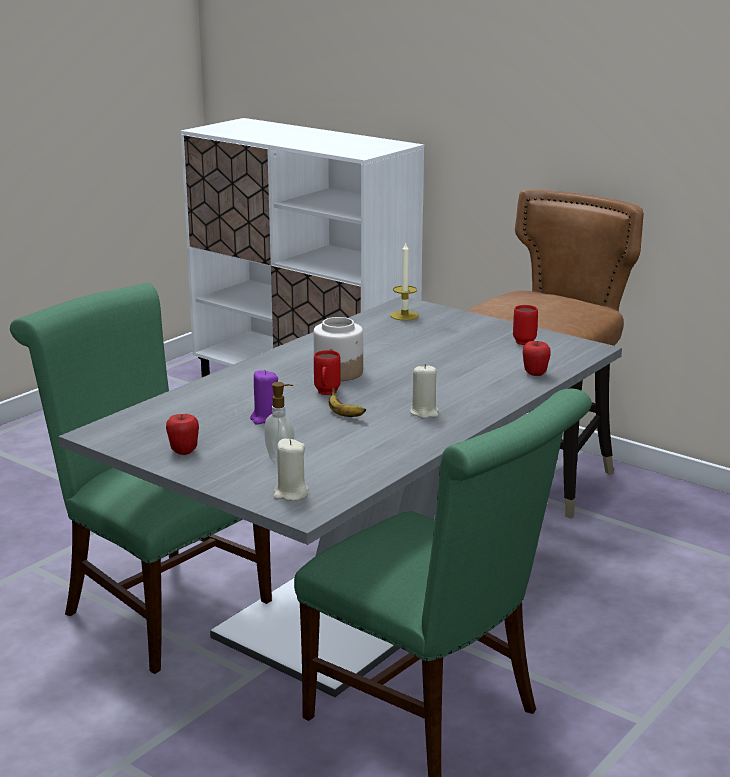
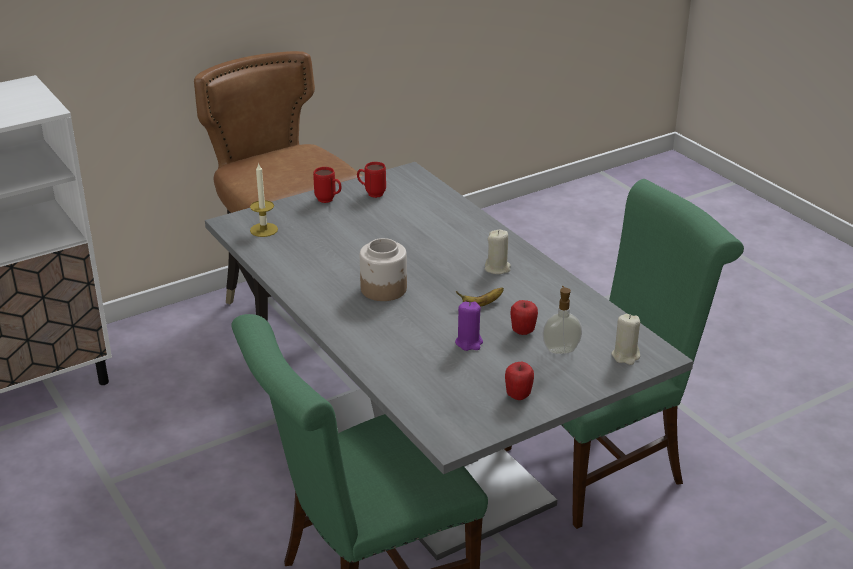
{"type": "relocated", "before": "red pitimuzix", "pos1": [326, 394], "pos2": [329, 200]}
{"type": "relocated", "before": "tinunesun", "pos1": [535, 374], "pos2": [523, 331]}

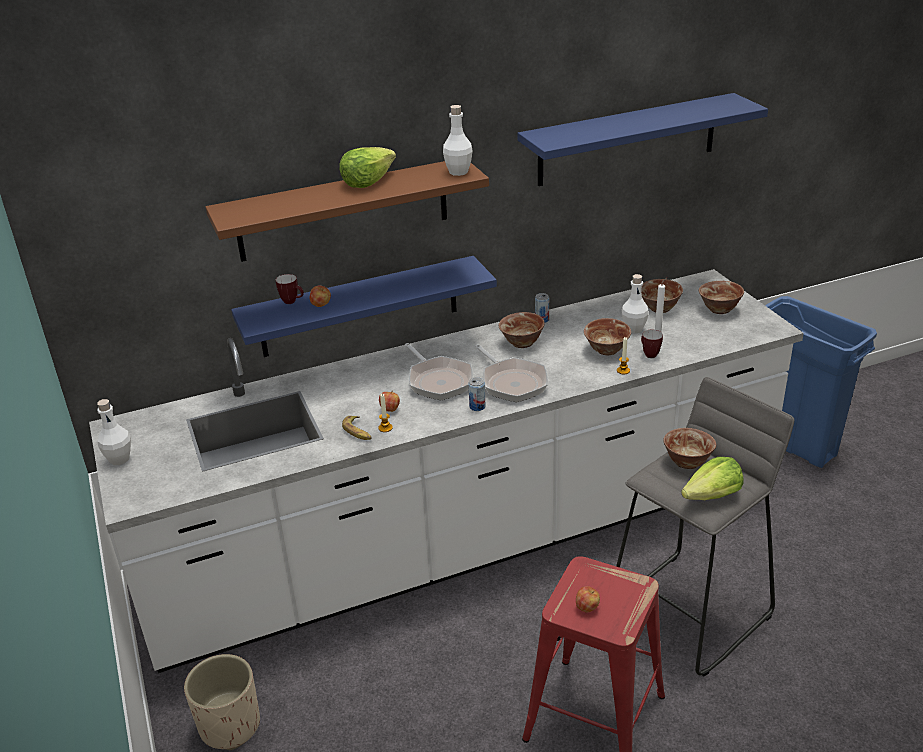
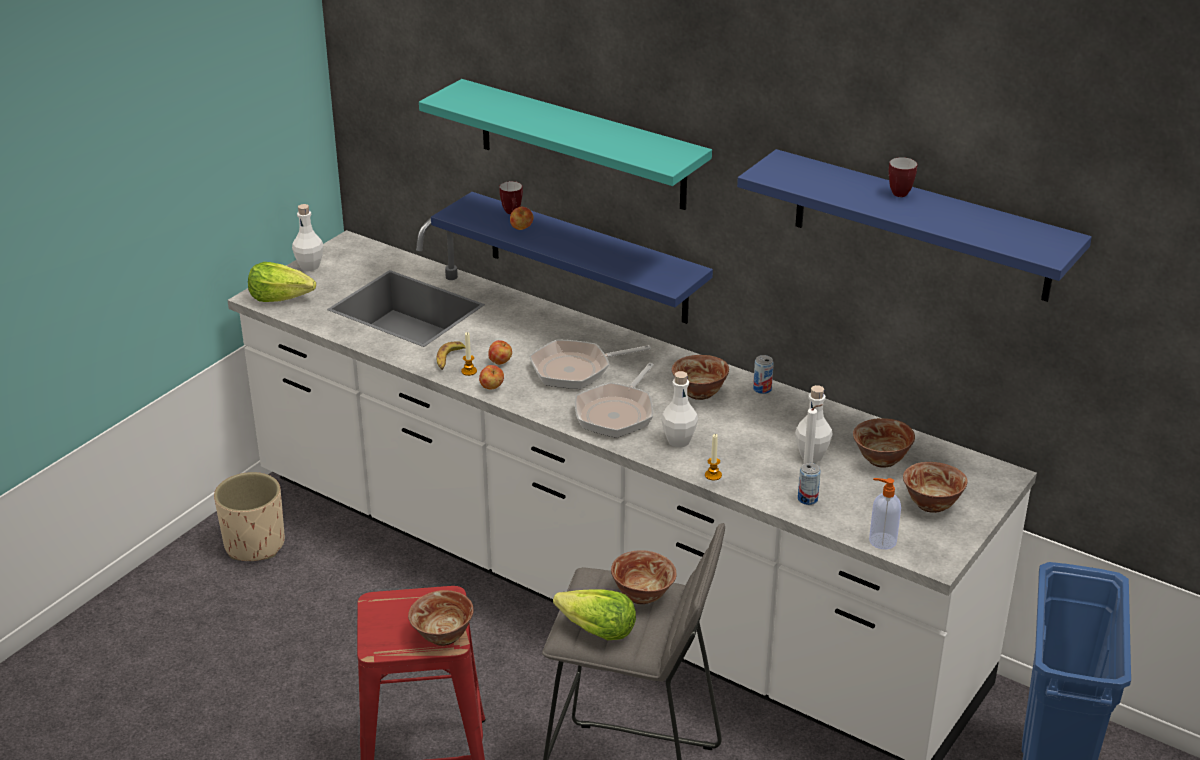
{"type": "colour", "before": "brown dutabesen", "after": "turquoise dutabesen", "pos1": [343, 210], "pos2": [581, 145]}
{"type": "relocated", "before": "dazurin", "pos1": [367, 181], "pos2": [281, 297]}
{"type": "spun", "before": "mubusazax", "pos1": [438, 380], "pos2": [576, 369], "turn": 45}
{"type": "relocated", "before": "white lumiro", "pos1": [458, 172], "pos2": [678, 441]}
{"type": "relocated", "before": "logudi", "pos1": [477, 407], "pos2": [807, 499]}
{"type": "relocated", "before": "tinunesun", "pos1": [587, 607], "pos2": [492, 387]}
{"type": "relocated", "before": "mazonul", "pos1": [606, 350], "pos2": [443, 636]}
{"type": "relocated", "before": "pitimuzix", "pos1": [648, 354], "pos2": [901, 192]}
{"type": "appeared", "after": "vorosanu", "pos2": [881, 541]}

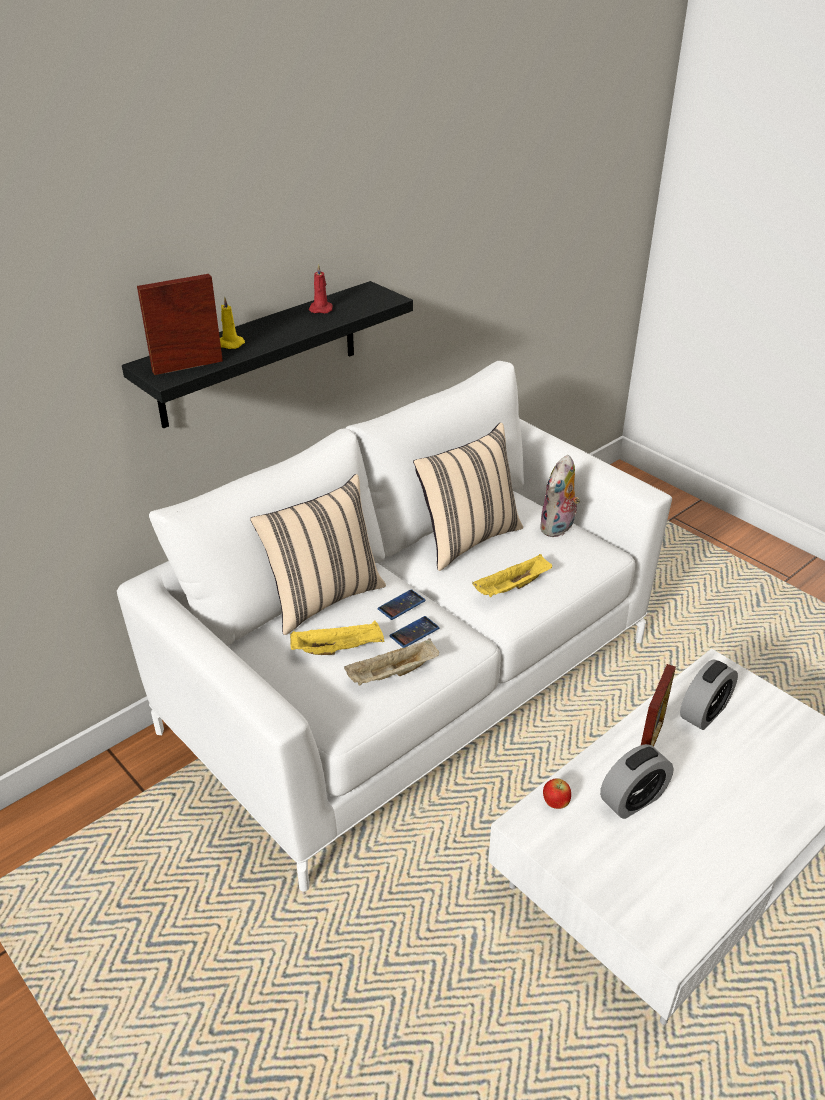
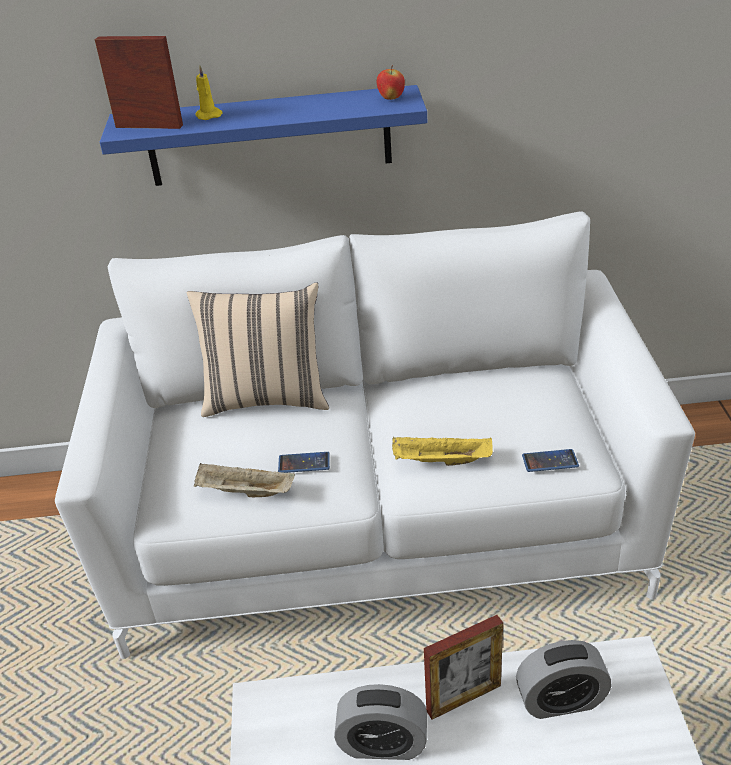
{"type": "colour", "before": "black dutabesen", "after": "blue dutabesen", "pos1": [259, 354], "pos2": [269, 137]}
{"type": "missing", "before": "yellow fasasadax", "pos1": [339, 649]}
{"type": "missing", "before": "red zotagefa", "pos1": [321, 309]}
{"type": "relocated", "before": "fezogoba", "pos1": [401, 605], "pos2": [550, 461]}
{"type": "missing", "before": "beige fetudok", "pos1": [467, 539]}
{"type": "missing", "before": "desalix", "pos1": [558, 529]}
{"type": "relocated", "before": "tinunesun", "pos1": [555, 803], "pos2": [391, 99]}

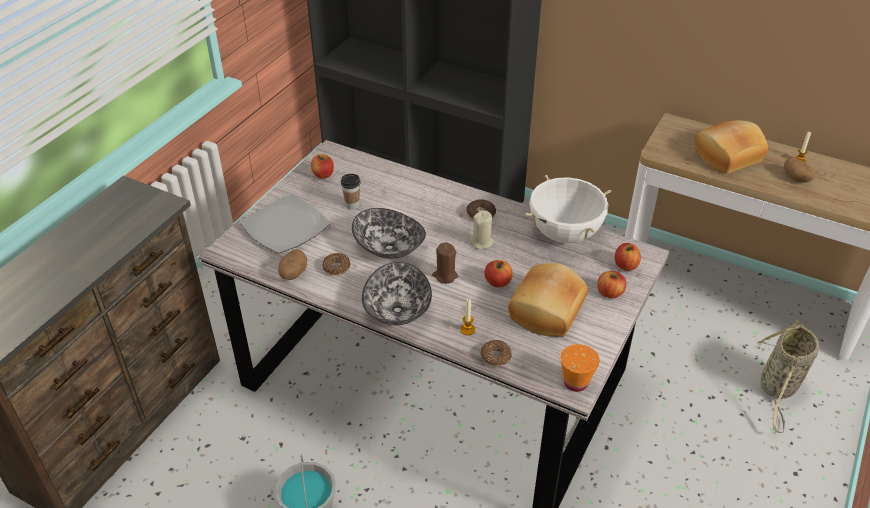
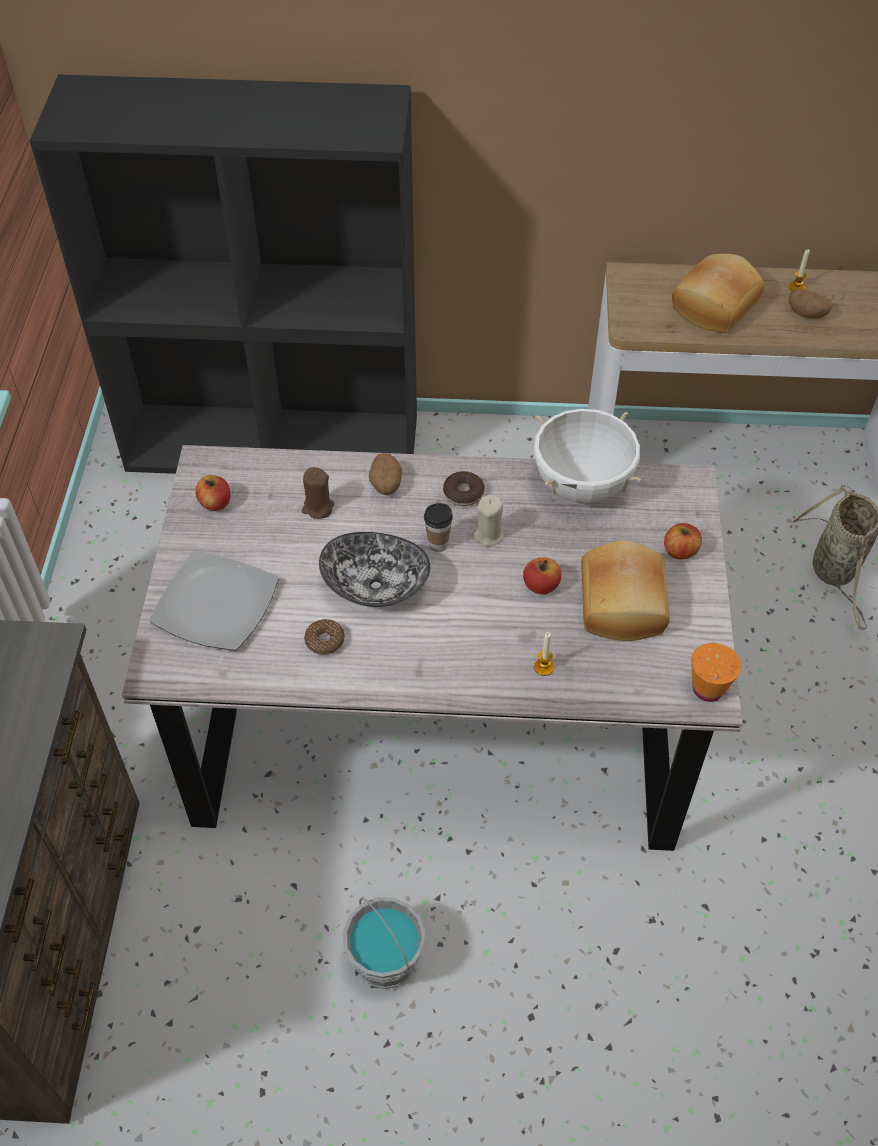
{"type": "relocated", "before": "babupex", "pos1": [293, 274], "pos2": [386, 485]}
{"type": "relocated", "before": "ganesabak", "pos1": [352, 205], "pos2": [438, 544]}
{"type": "missing", "before": "mazonul", "pos1": [398, 310]}
{"type": "relocated", "before": "brown zotagefa", "pos1": [445, 275], "pos2": [318, 508]}
{"type": "missing", "before": "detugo", "pos1": [495, 356]}
{"type": "missing", "before": "tinunesun", "pos1": [625, 265]}

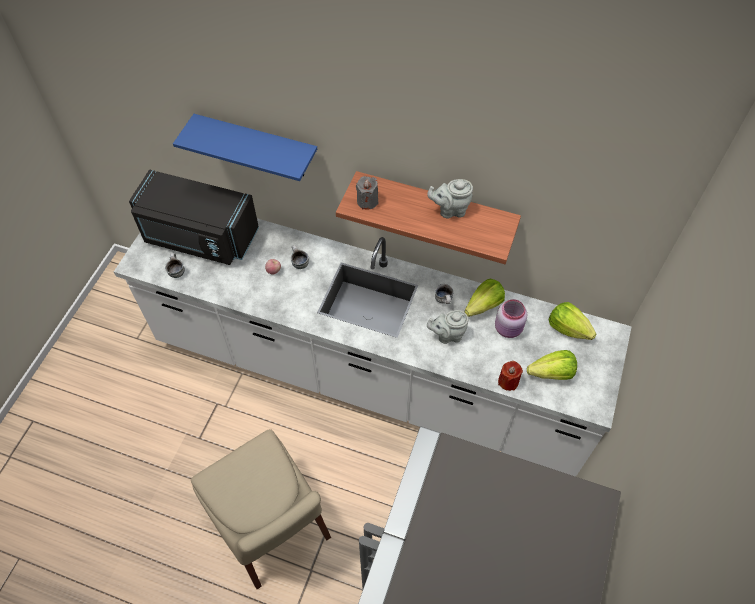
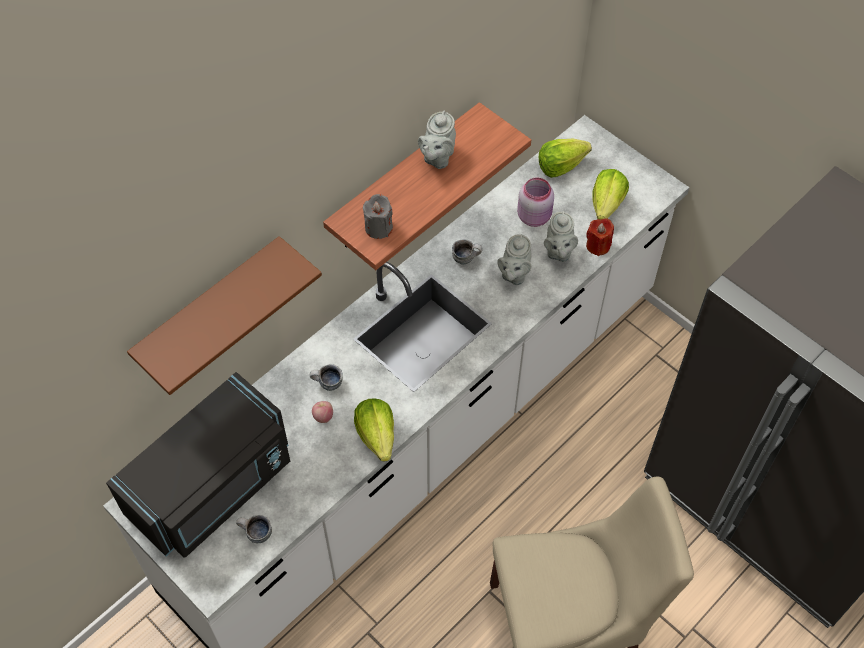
{"type": "colour", "before": "blue dutabesen", "after": "brown dutabesen", "pos1": [257, 146], "pos2": [210, 310]}
{"type": "relocated", "before": "dazurin", "pos1": [483, 306], "pos2": [377, 436]}
{"type": "appeared", "after": "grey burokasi", "pos2": [558, 252]}

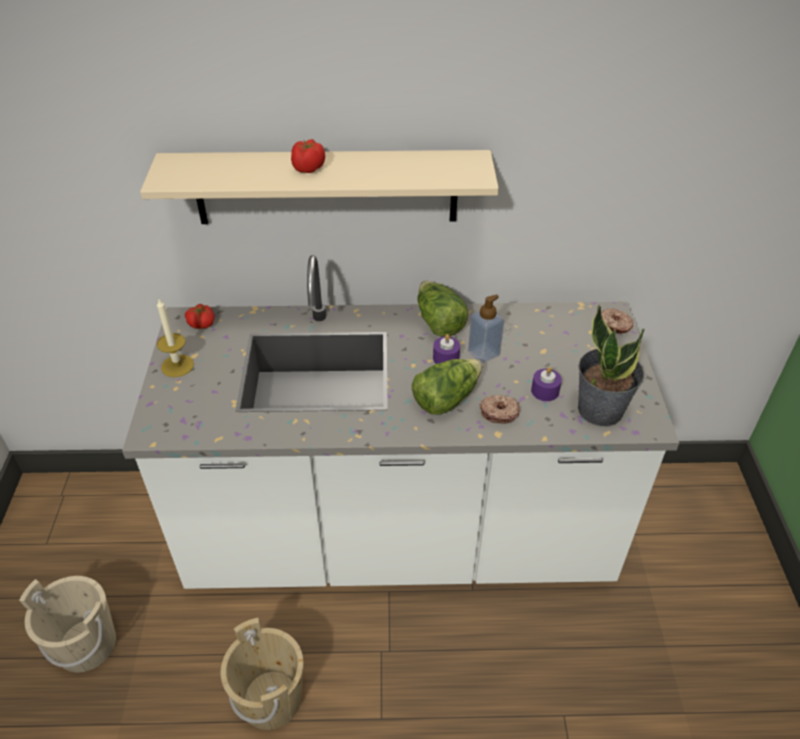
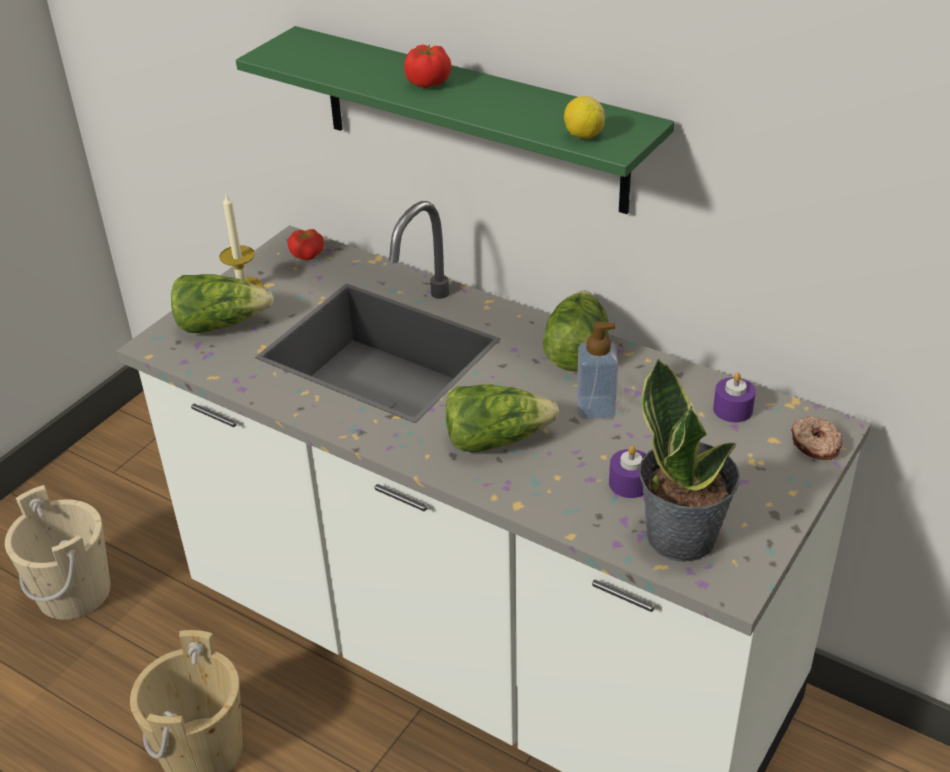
{"type": "colour", "before": "beige dutabesen", "after": "green dutabesen", "pos1": [326, 187], "pos2": [471, 119]}
{"type": "relocated", "before": "purple zotagefa", "pos1": [446, 358], "pos2": [732, 409]}
{"type": "missing", "before": "detugo", "pos1": [499, 412]}
{"type": "appeared", "after": "dazurin", "pos2": [221, 324]}
{"type": "appeared", "after": "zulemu", "pos2": [583, 135]}

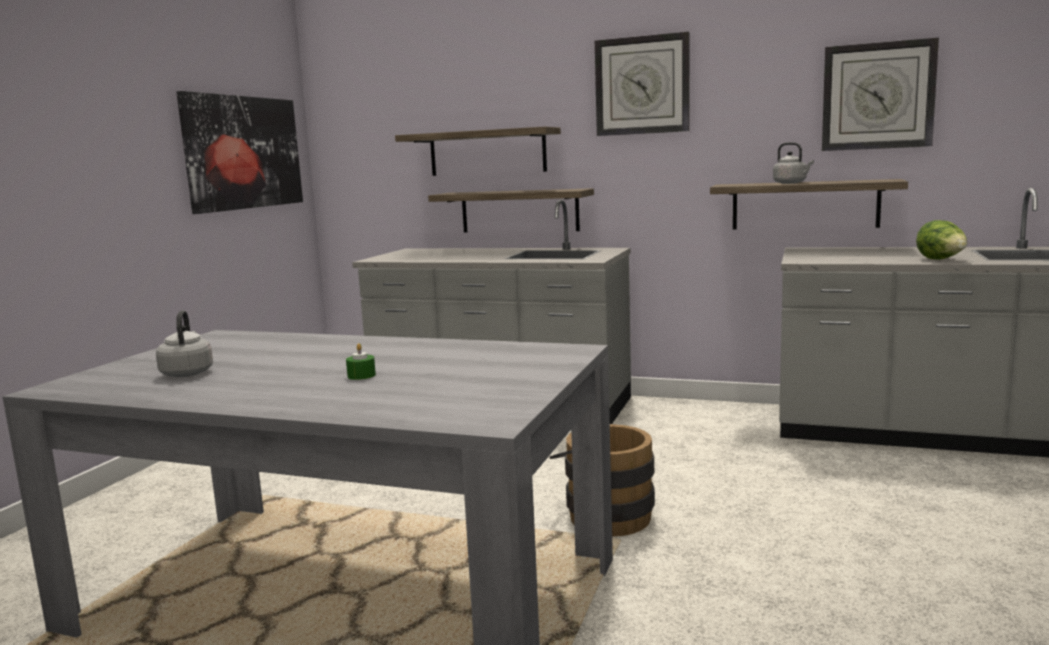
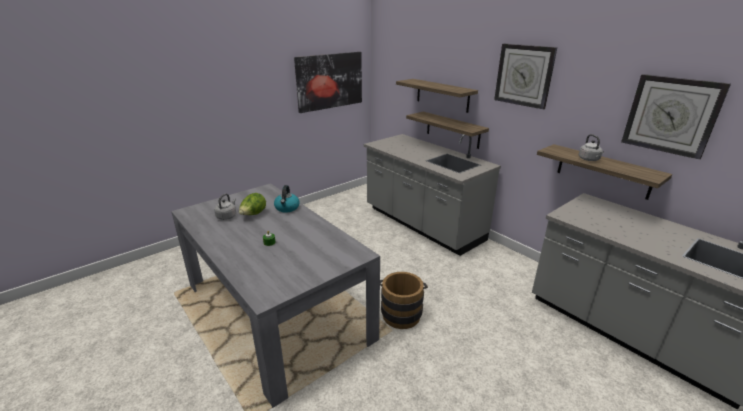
{"type": "relocated", "before": "dazurin", "pos1": [941, 260], "pos2": [253, 215]}
{"type": "appeared", "after": "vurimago", "pos2": [287, 208]}

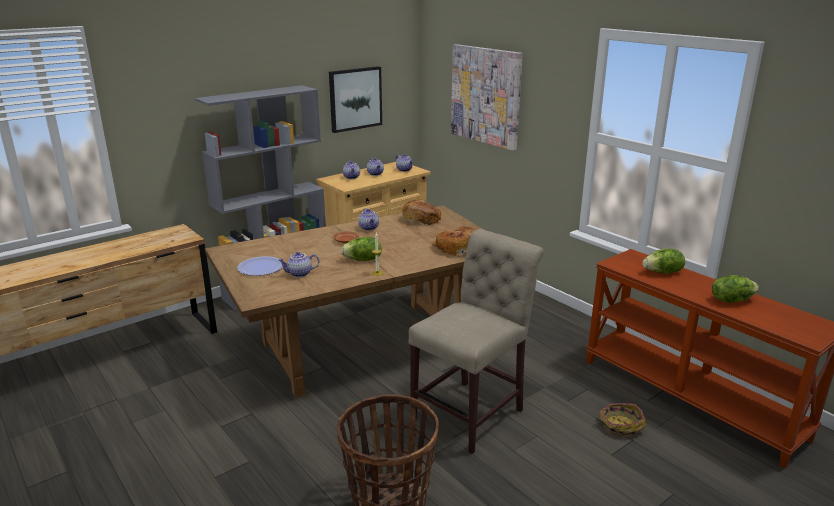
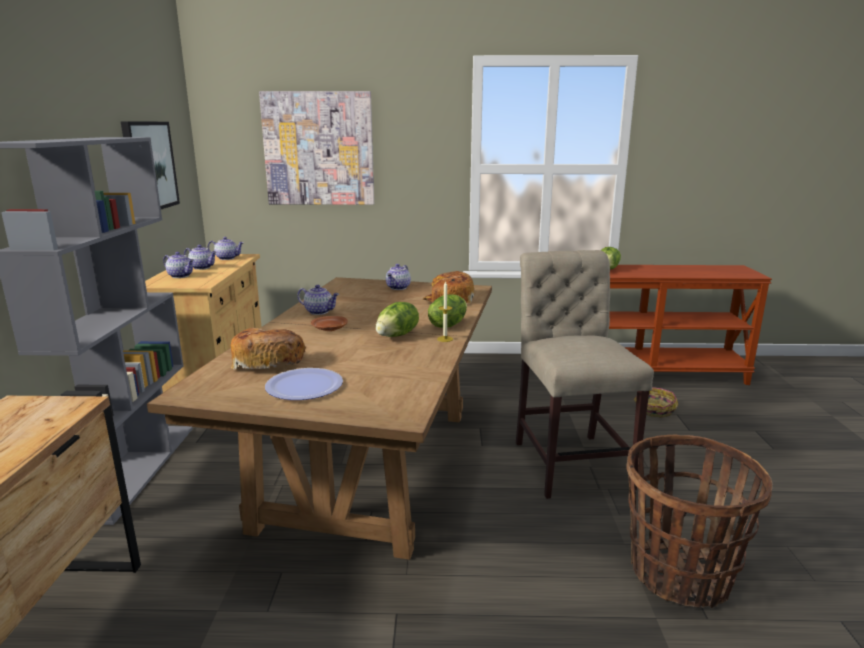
{"type": "relocated", "before": "burokasi", "pos1": [299, 274], "pos2": [398, 288]}
{"type": "relocated", "before": "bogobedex", "pos1": [422, 219], "pos2": [267, 361]}
{"type": "relocated", "before": "dazurin", "pos1": [731, 300], "pos2": [448, 325]}

